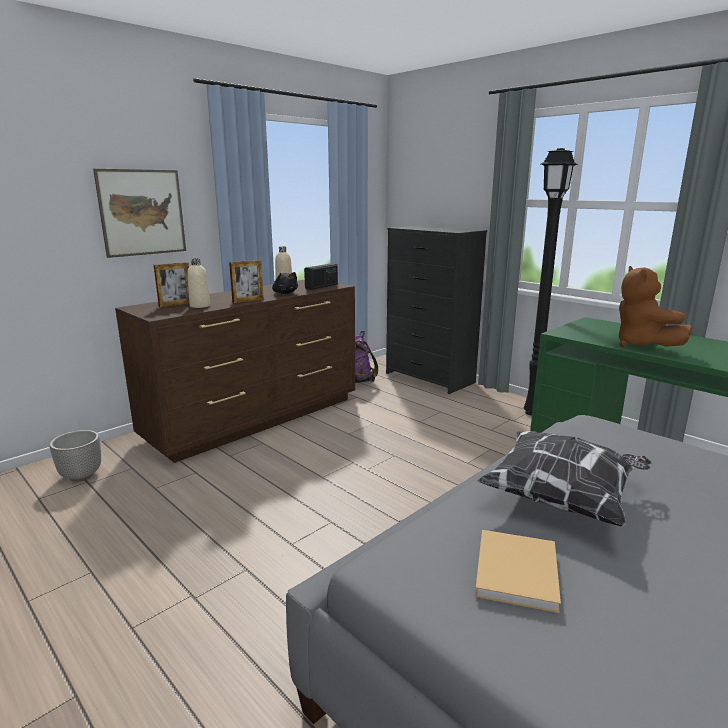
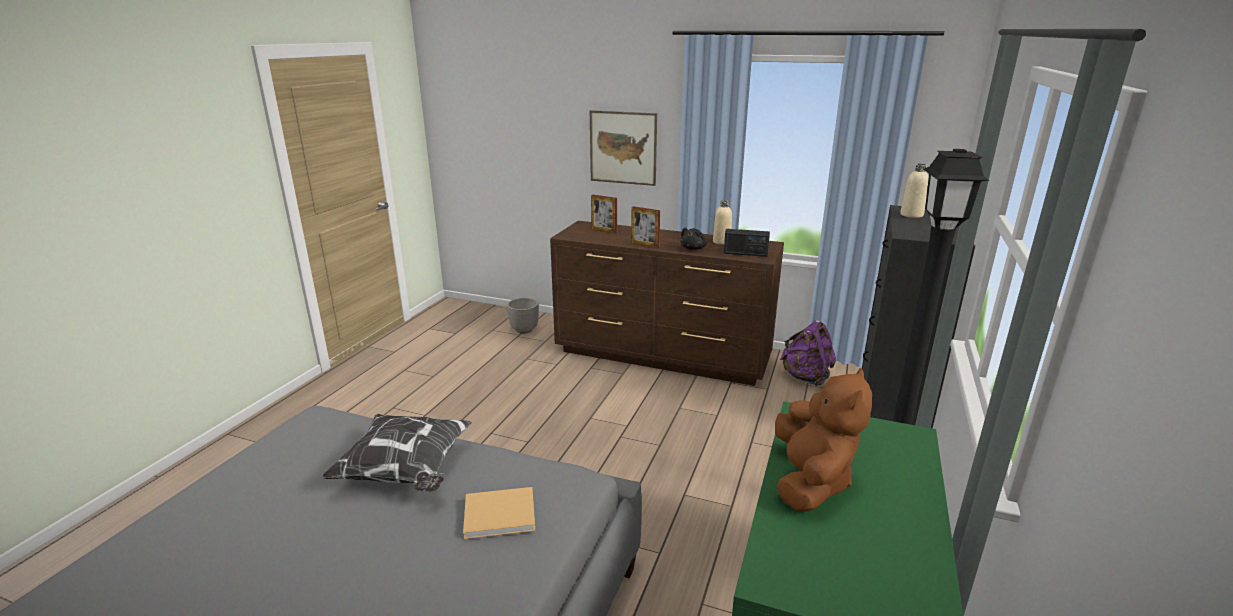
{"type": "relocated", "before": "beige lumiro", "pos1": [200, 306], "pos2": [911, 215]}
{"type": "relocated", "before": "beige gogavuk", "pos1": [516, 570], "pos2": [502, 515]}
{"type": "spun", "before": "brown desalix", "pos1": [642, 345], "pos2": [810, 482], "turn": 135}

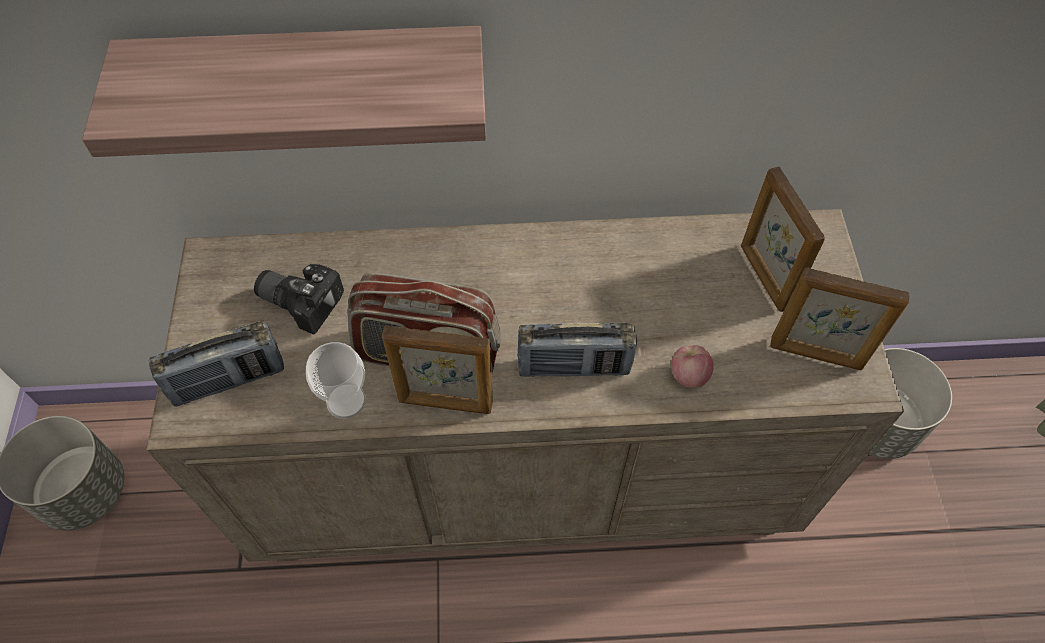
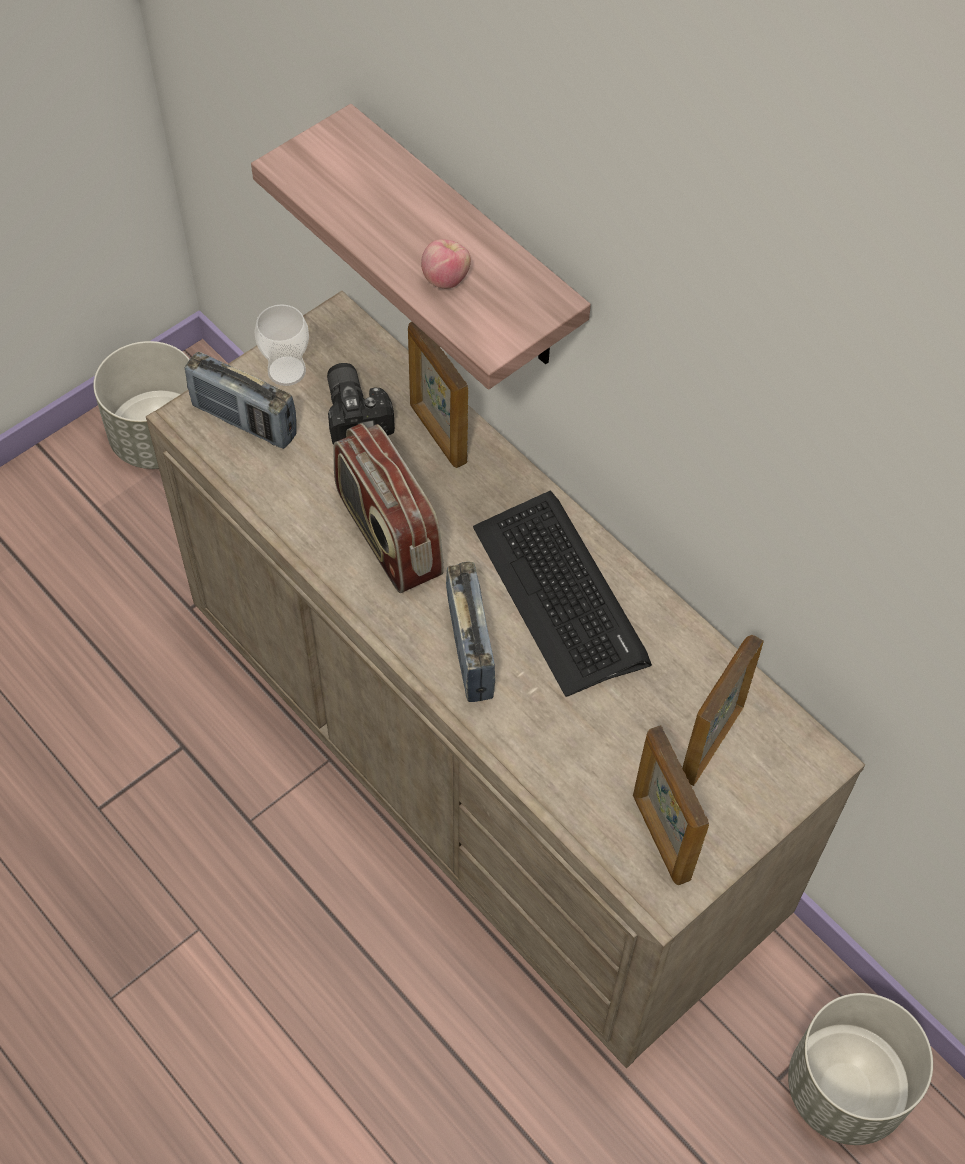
{"type": "relocated", "before": "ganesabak", "pos1": [346, 401], "pos2": [286, 371]}
{"type": "relocated", "before": "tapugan", "pos1": [445, 403], "pos2": [437, 434]}
{"type": "spun", "before": "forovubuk", "pos1": [573, 367], "pos2": [470, 650], "turn": -150}
{"type": "relocated", "before": "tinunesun", "pos1": [688, 375], "pos2": [445, 279]}
{"type": "appeared", "after": "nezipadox", "pos2": [561, 593]}

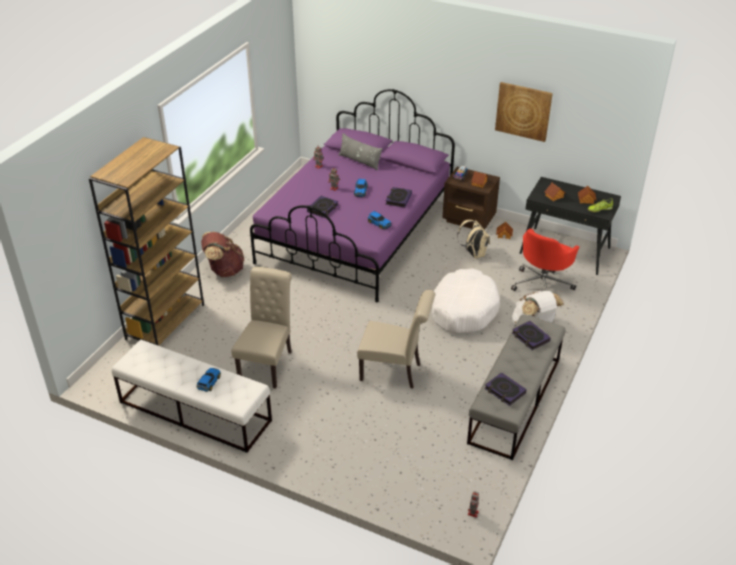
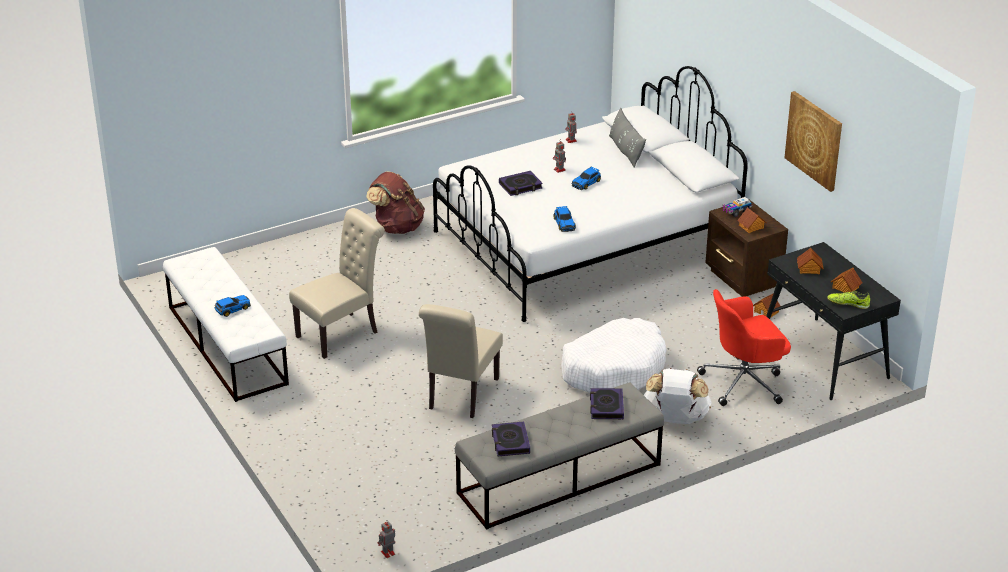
{"type": "missing", "before": "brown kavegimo", "pos1": [165, 321]}
{"type": "colour", "before": "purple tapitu", "after": "white tapitu", "pos1": [356, 233], "pos2": [585, 243]}
{"type": "spun", "before": "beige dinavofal", "pos1": [394, 372], "pos2": [461, 396], "turn": 60}
{"type": "missing", "before": "gogavuk", "pos1": [398, 199]}
{"type": "missing", "before": "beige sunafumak", "pos1": [474, 254]}

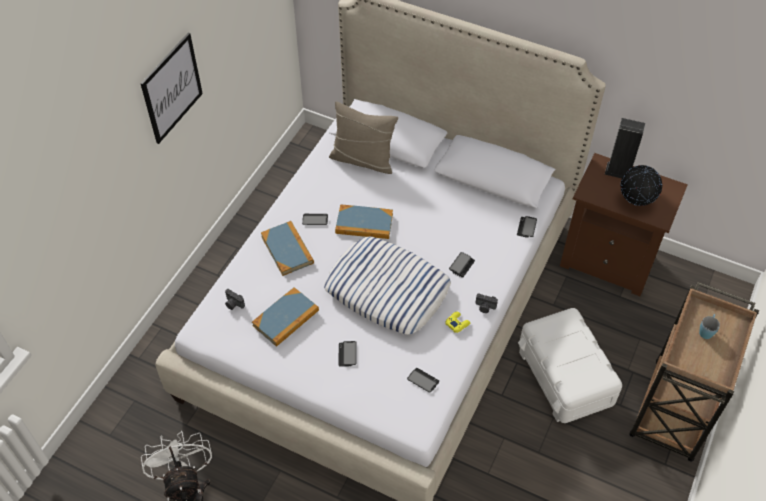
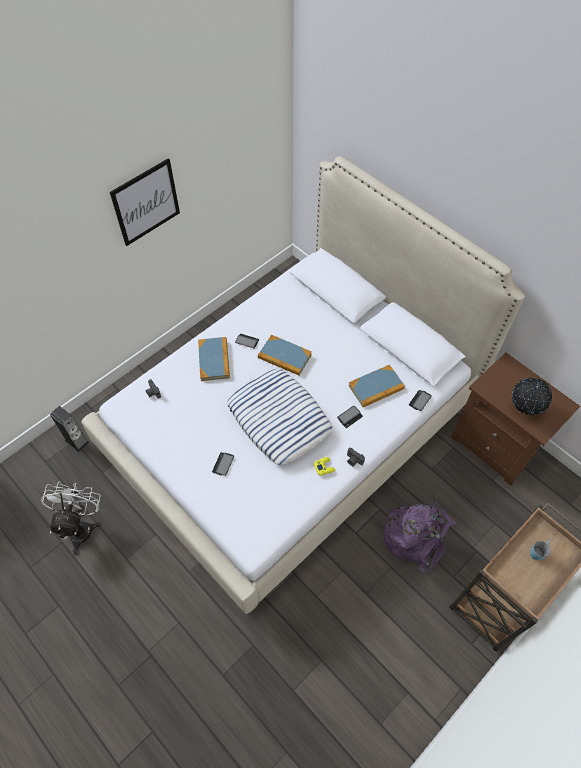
{"type": "relocated", "before": "gogavuk", "pos1": [286, 318], "pos2": [376, 387]}
{"type": "missing", "before": "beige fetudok", "pos1": [363, 160]}
{"type": "missing", "before": "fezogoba", "pos1": [423, 380]}
{"type": "exchanged", "before": "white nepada", "after": "purple sunafumak", "pos1": [565, 376], "pos2": [416, 535]}
{"type": "relocated", "before": "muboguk", "pos1": [618, 171], "pos2": [77, 441]}

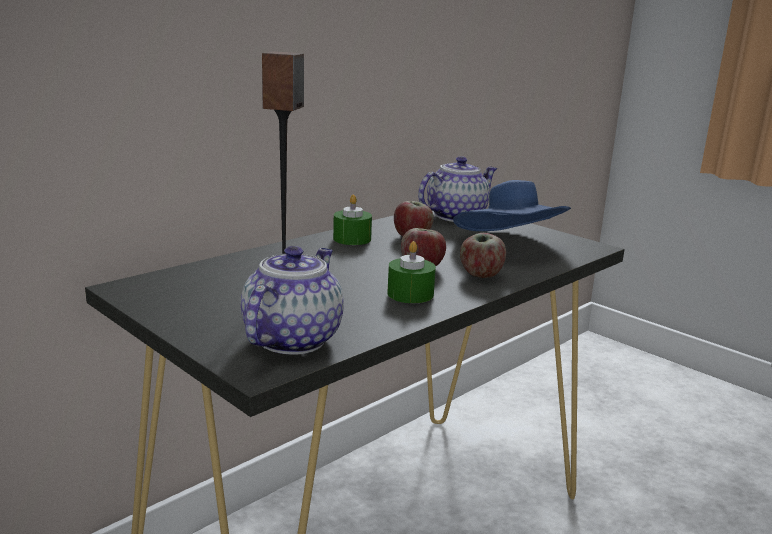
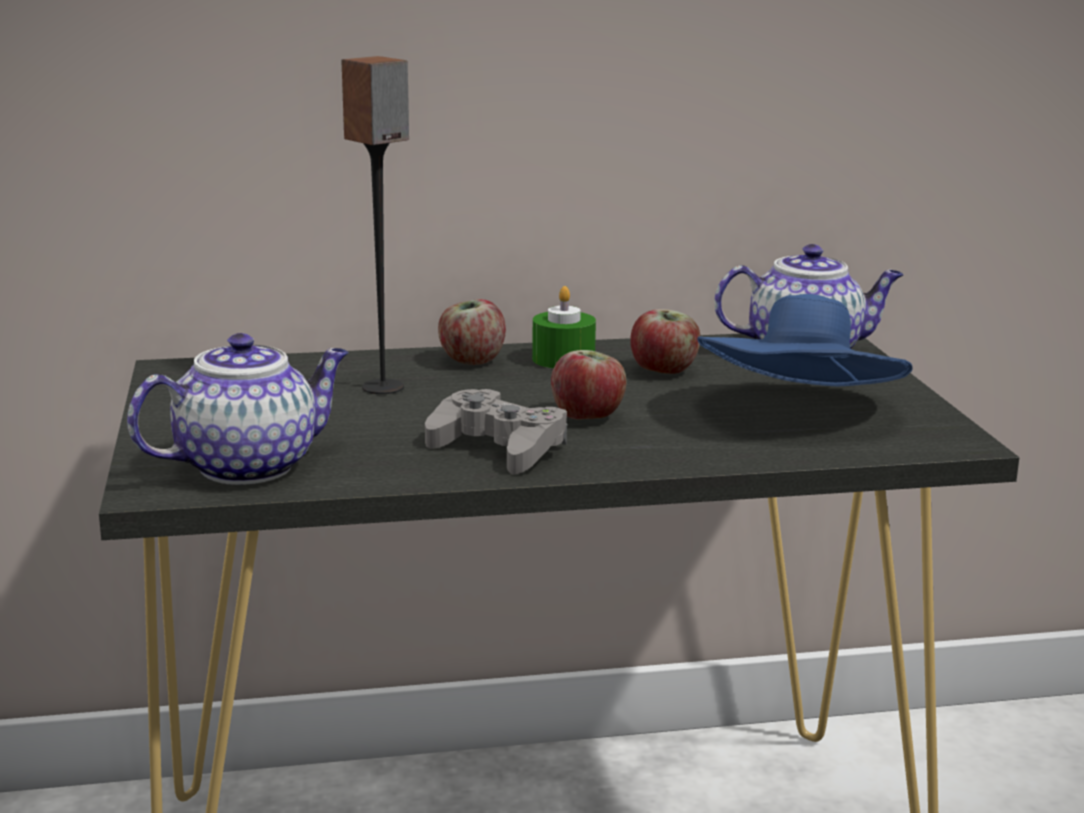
{"type": "exchanged", "before": "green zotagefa", "after": "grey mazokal", "pos1": [410, 294], "pos2": [498, 447]}
{"type": "relocated", "before": "tinunesun", "pos1": [480, 275], "pos2": [471, 360]}

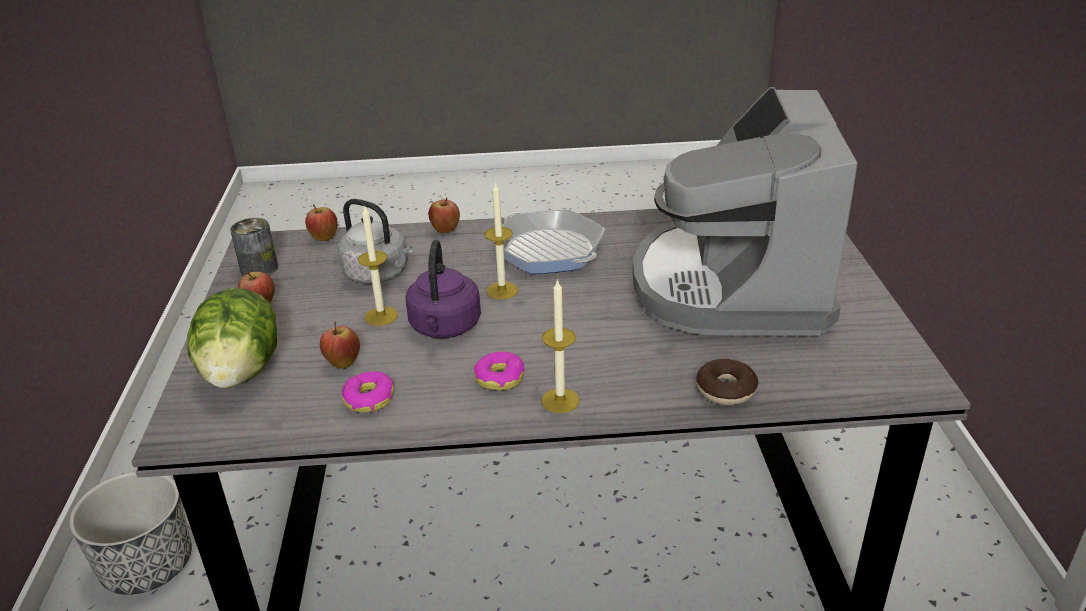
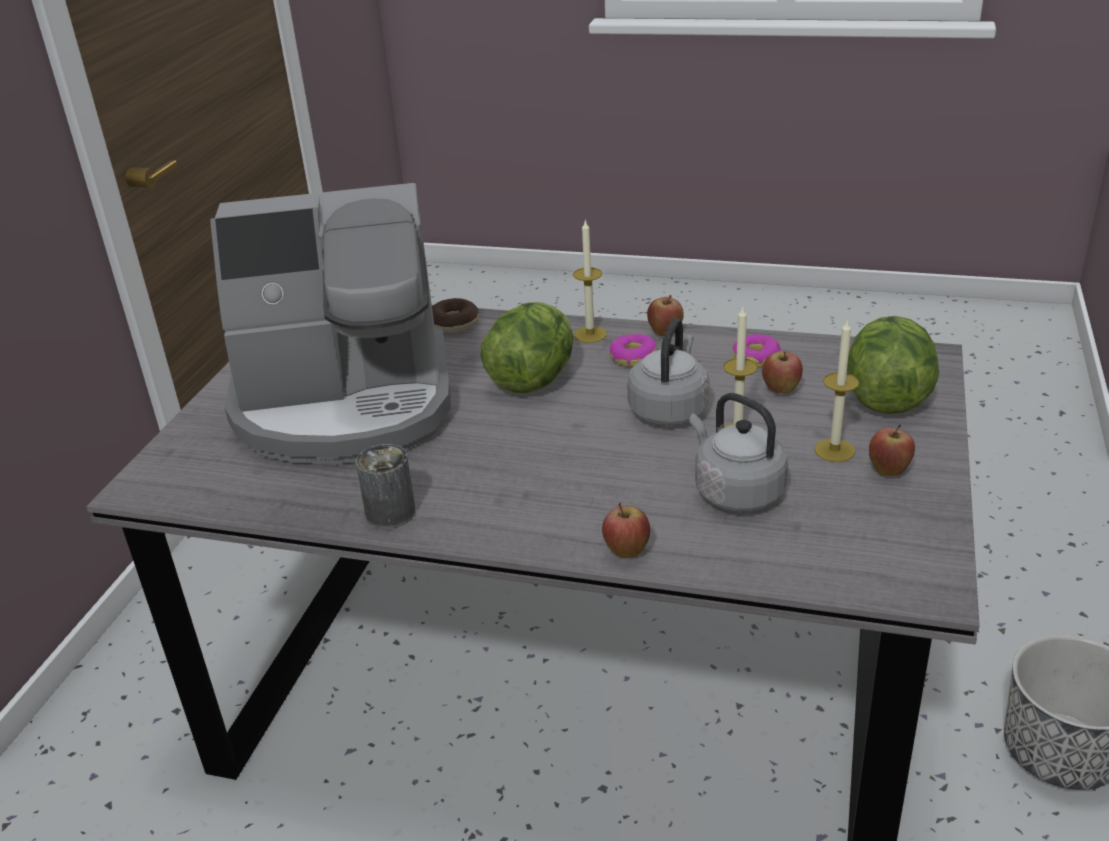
{"type": "relocated", "before": "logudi", "pos1": [259, 269], "pos2": [390, 512]}
{"type": "relocated", "before": "tinunesun", "pos1": [324, 238], "pos2": [665, 333]}
{"type": "colour", "before": "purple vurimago", "after": "grey vurimago", "pos1": [444, 328], "pos2": [669, 409]}
{"type": "relocated", "before": "zotagefa", "pos1": [502, 290], "pos2": [834, 450]}
{"type": "missing", "before": "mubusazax", "pos1": [549, 250]}
{"type": "spun", "before": "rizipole", "pos1": [732, 285], "pos2": [346, 405], "turn": 60}
{"type": "appeared", "after": "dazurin", "pos2": [532, 379]}

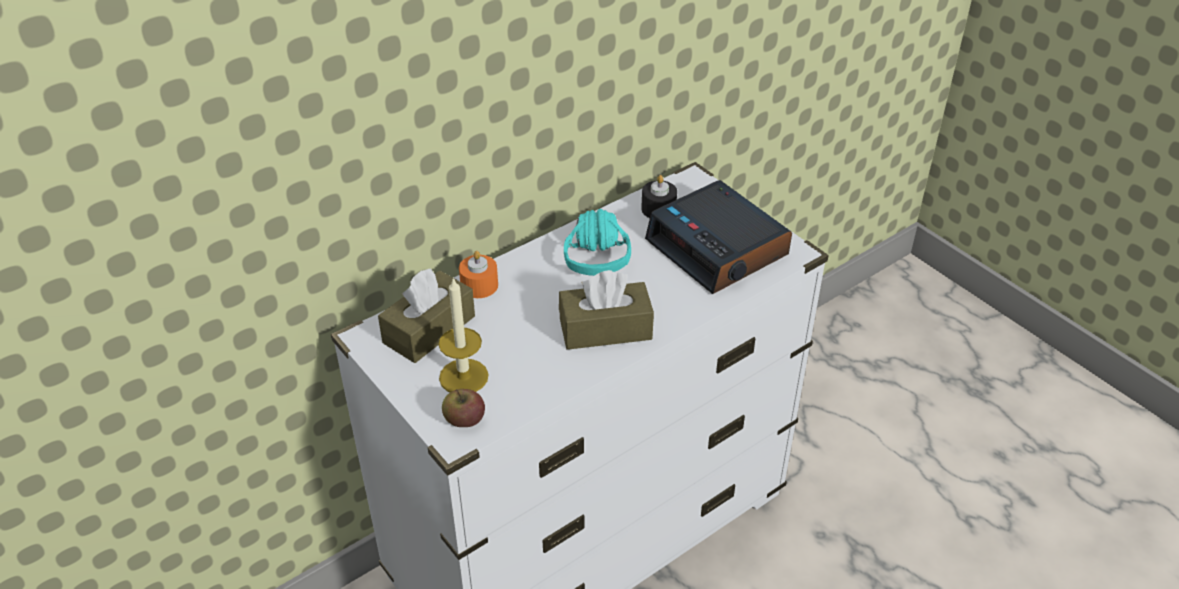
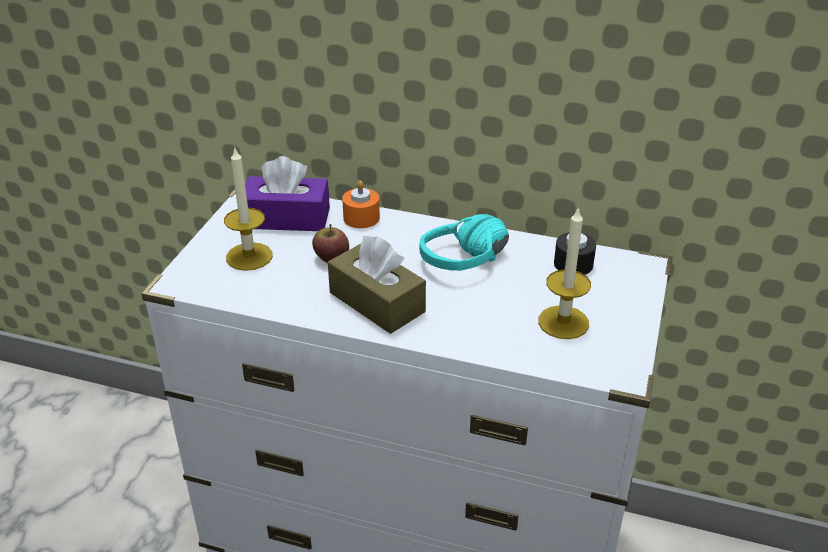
{"type": "colour", "before": "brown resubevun", "after": "purple resubevun", "pos1": [429, 329], "pos2": [287, 218]}
{"type": "relocated", "before": "tinunesun", "pos1": [464, 420], "pos2": [331, 258]}
{"type": "exchanged", "before": "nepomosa", "after": "zotagefa", "pos1": [718, 249], "pos2": [563, 322]}

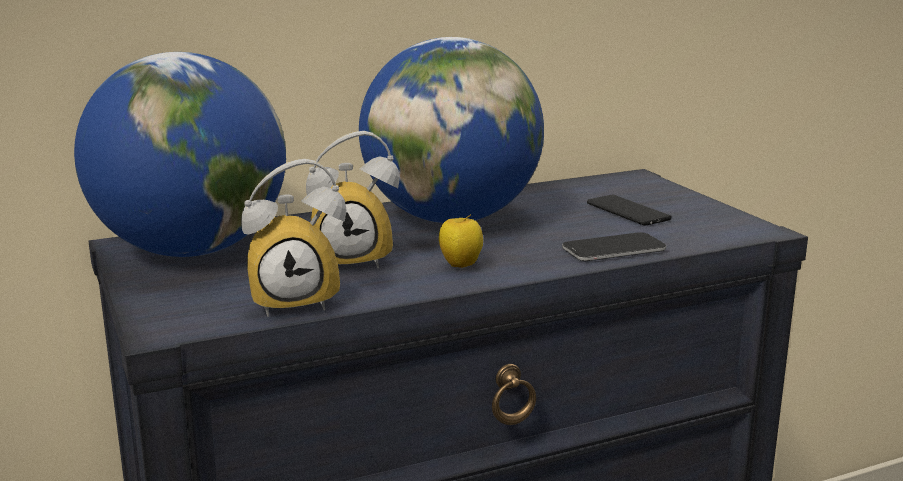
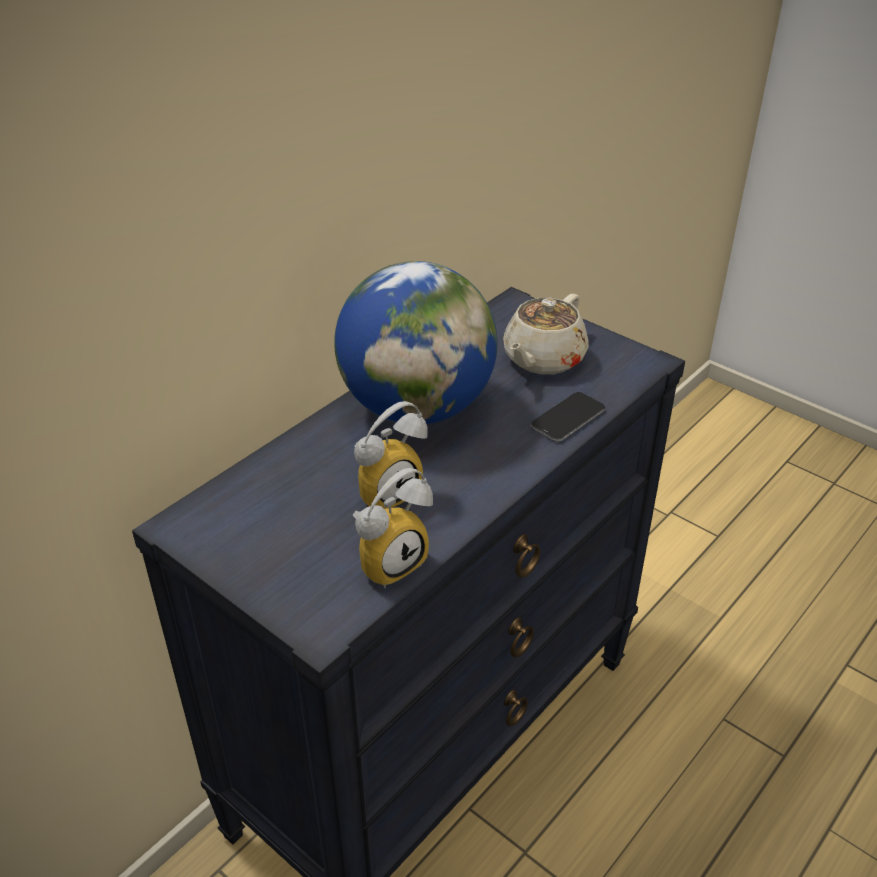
{"type": "missing", "before": "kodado", "pos1": [191, 251]}
{"type": "missing", "before": "tinunesun", "pos1": [461, 265]}
{"type": "exchanged", "before": "fezogoba", "after": "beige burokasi", "pos1": [628, 211], "pos2": [542, 359]}

